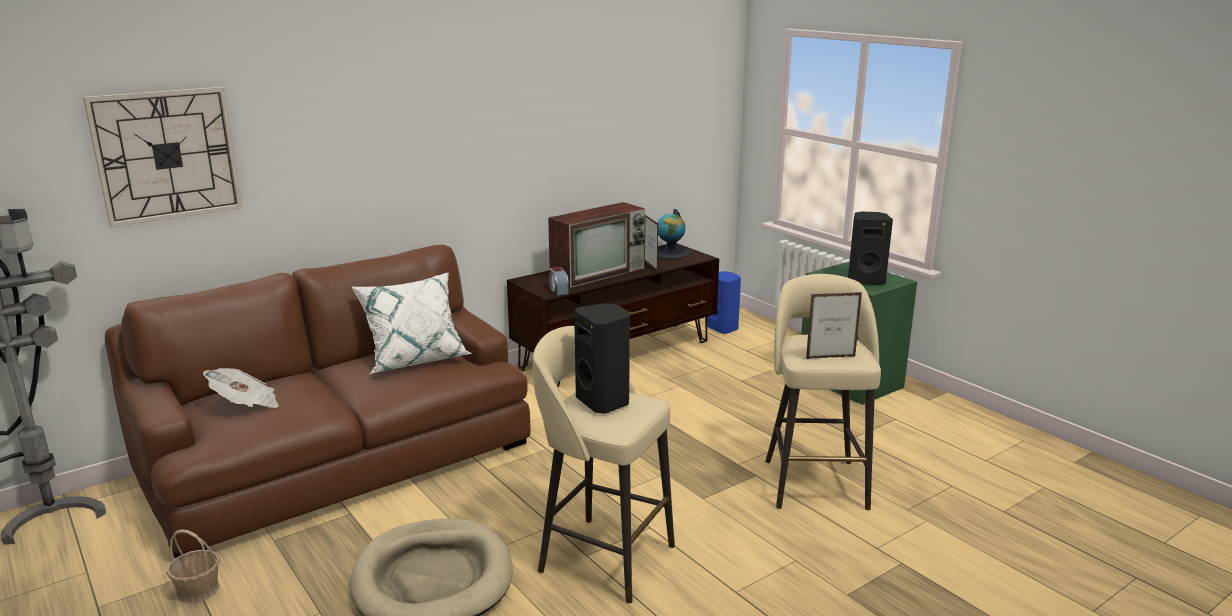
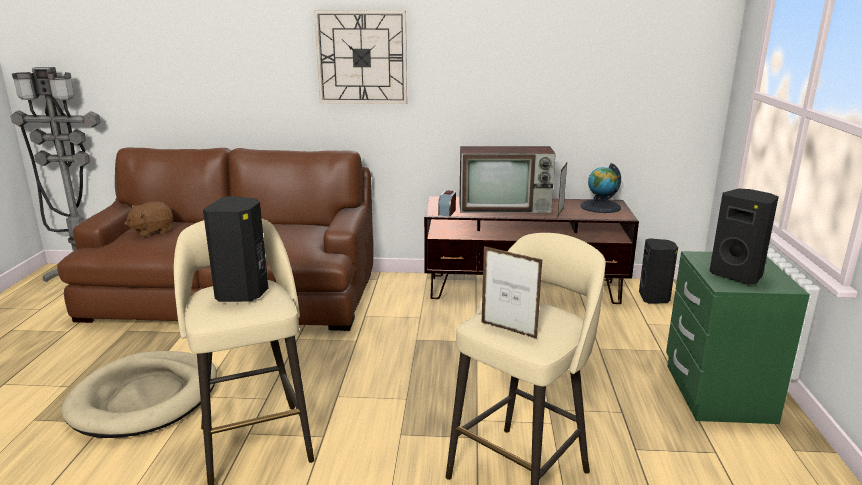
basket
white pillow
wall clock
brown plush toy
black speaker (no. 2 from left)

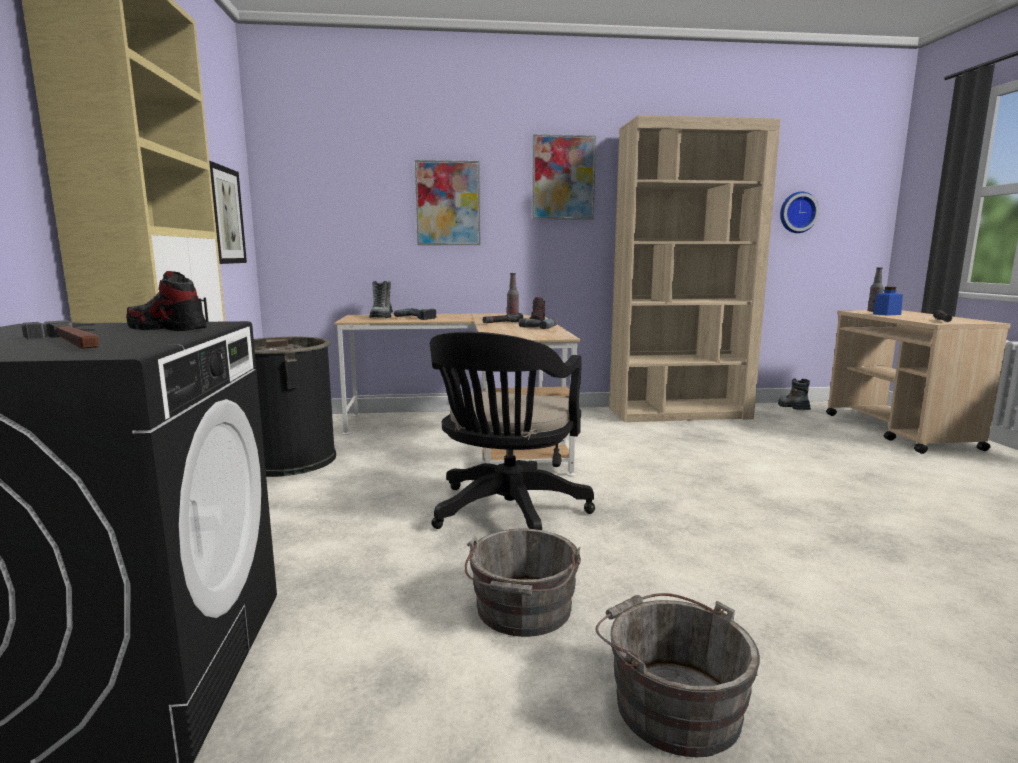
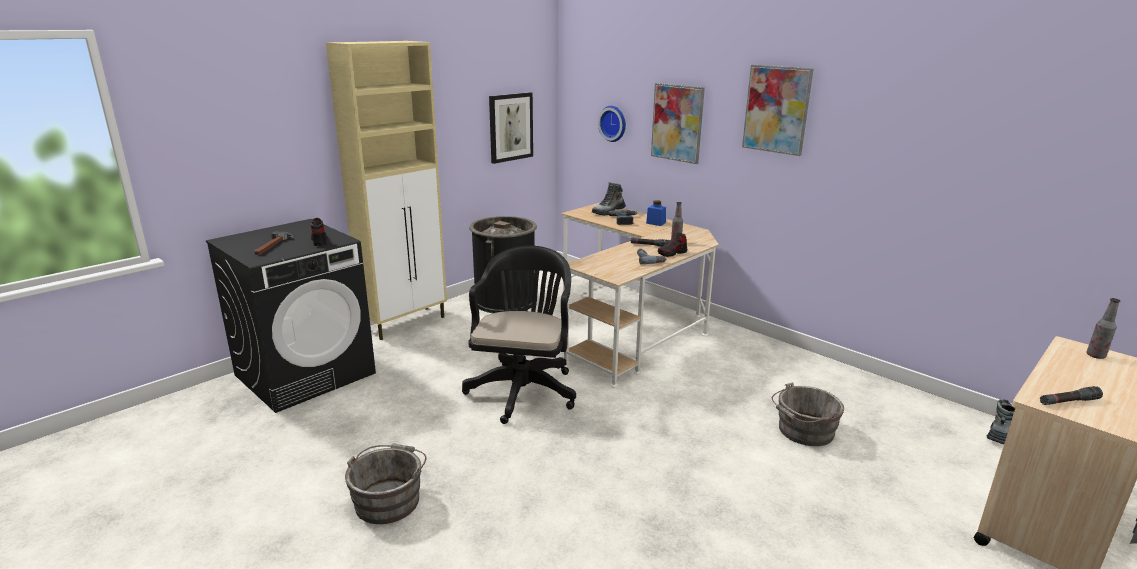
beige bookcase
grey bucket (no. 2 from left)
wall clock
blue jar
black office chair

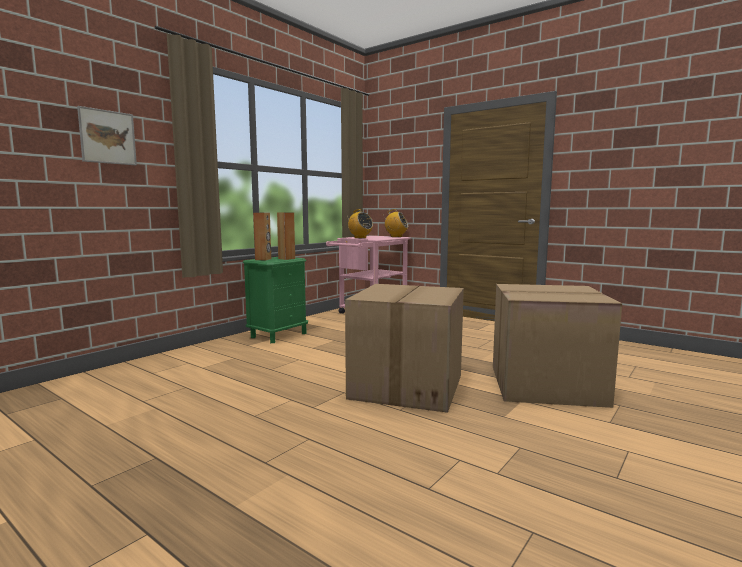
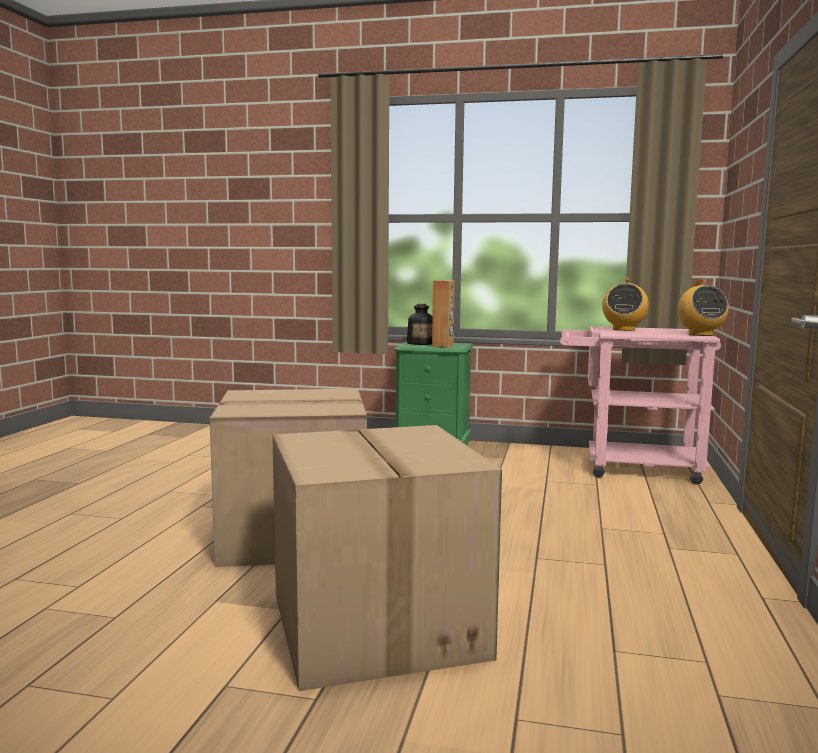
picture
bottle

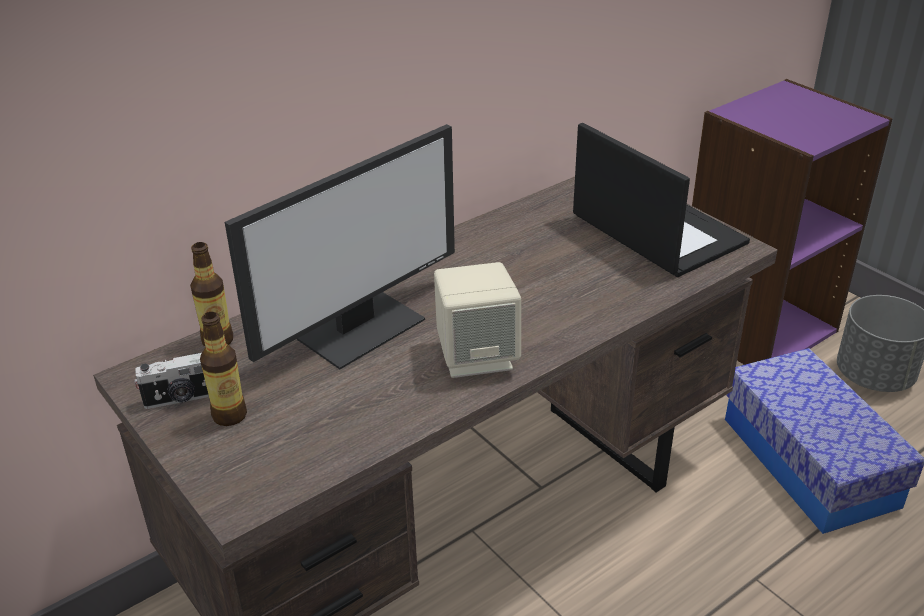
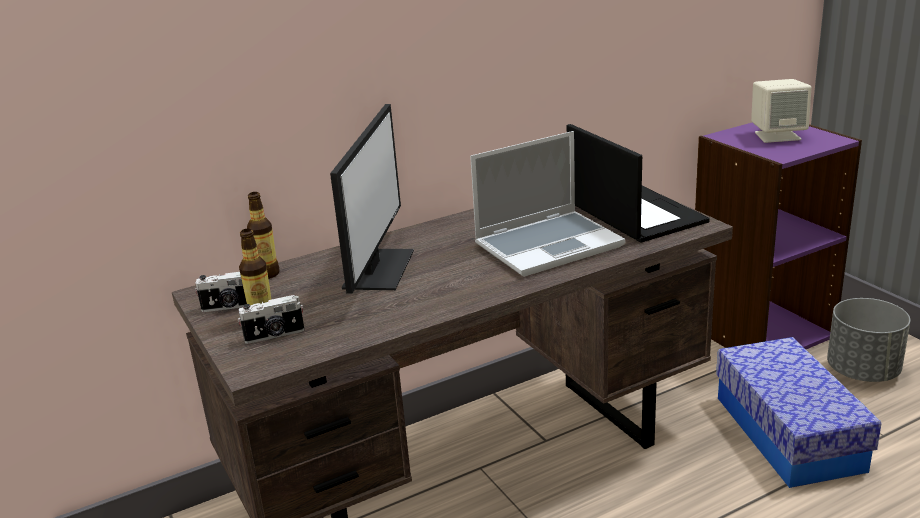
photo camera (no. 2 from left)
laptop (no. 1 from left)
beige speaker
monitor

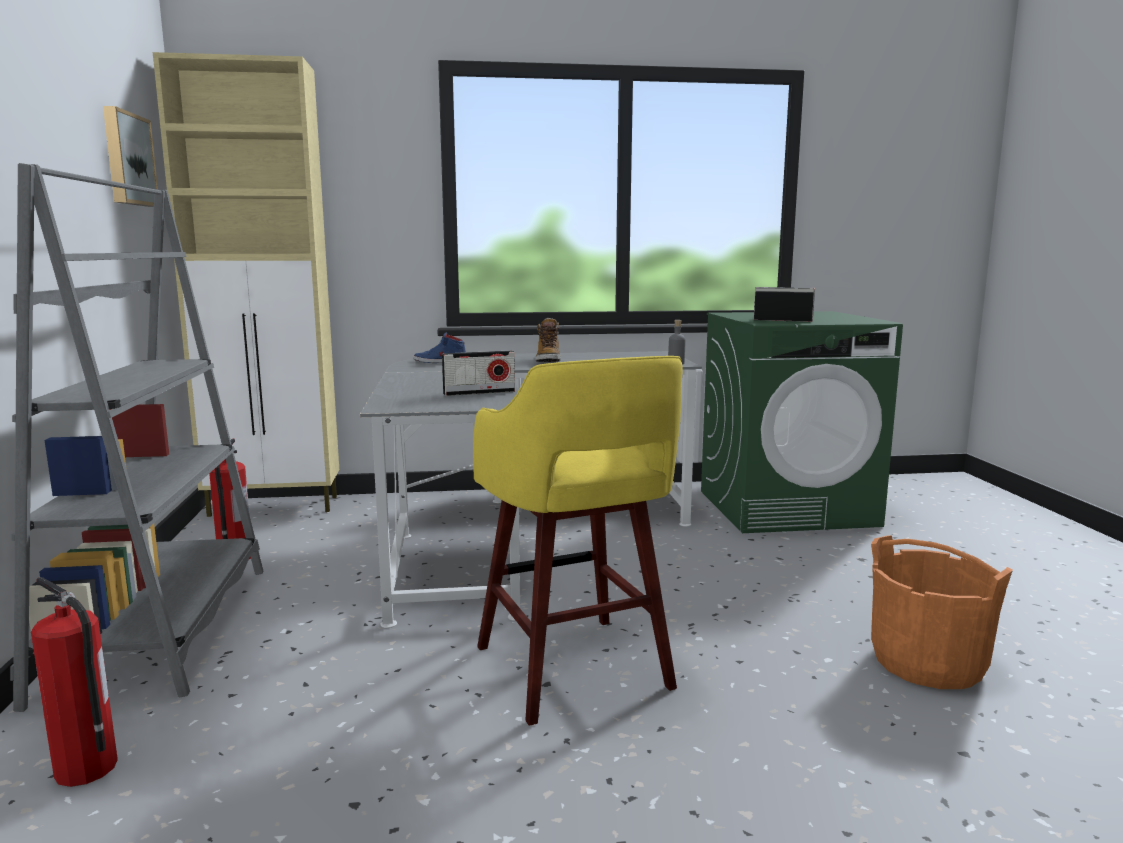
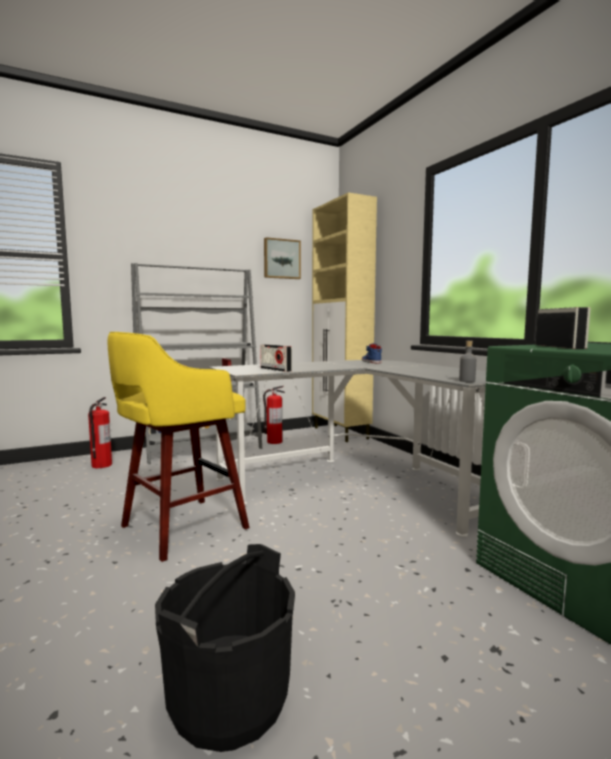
boot
black bucket

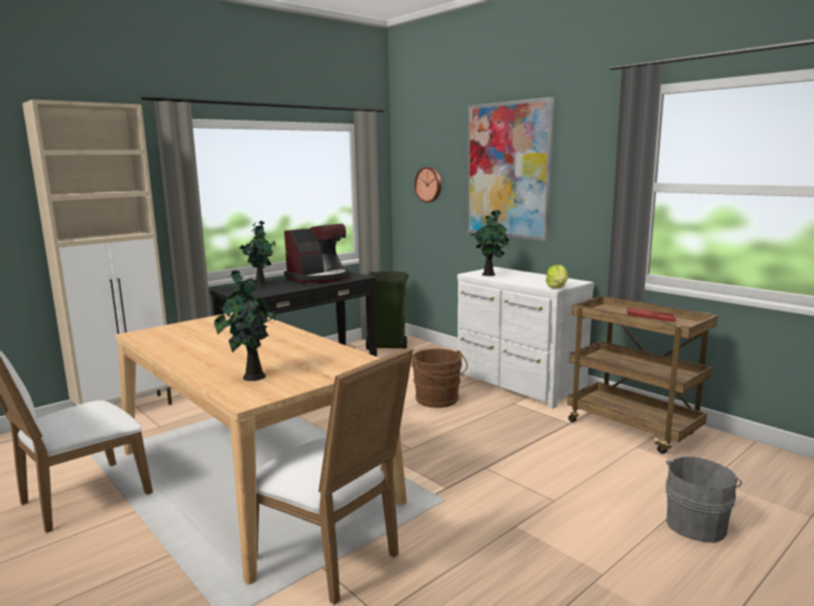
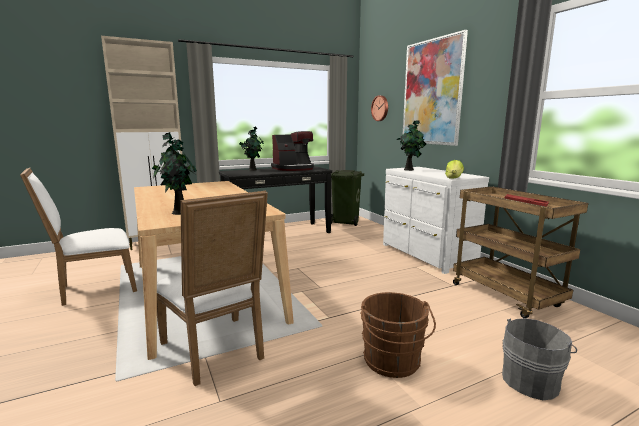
brown bucket

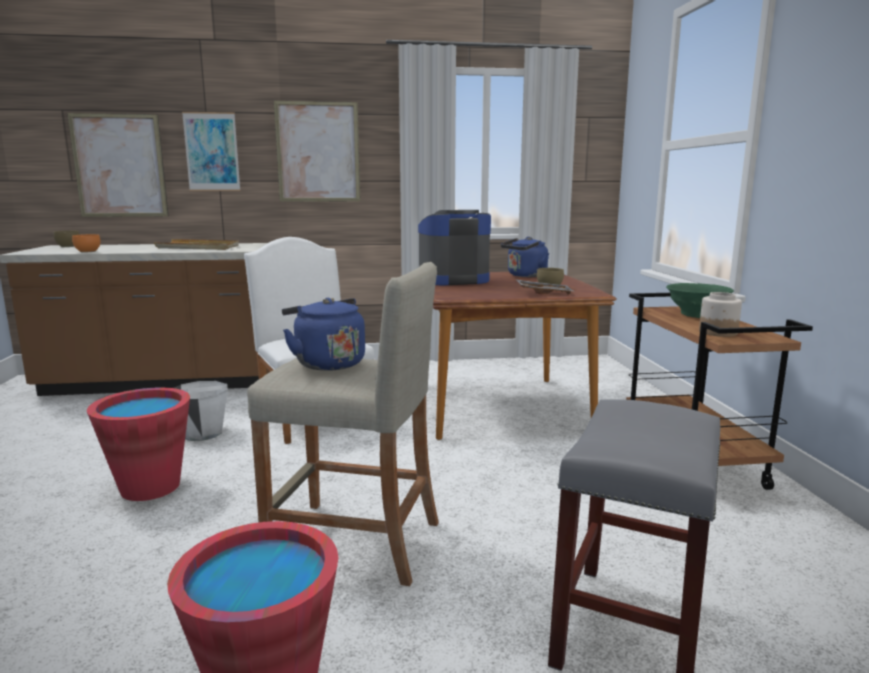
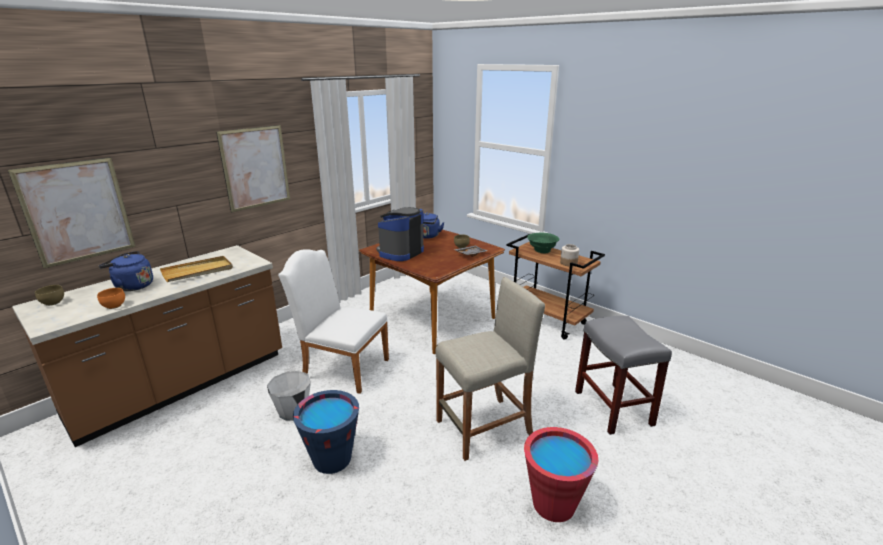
picture (no. 2 from left in the first image)
blue kettle (no. 1 from left)
blue bucket

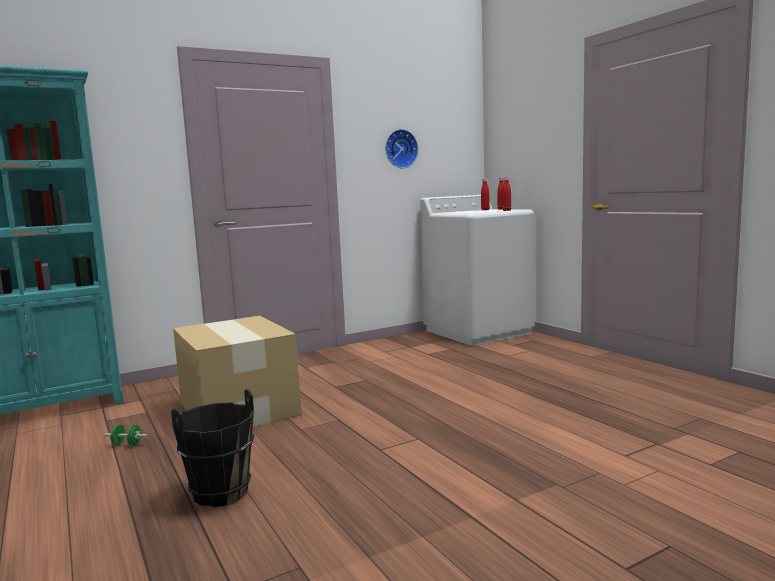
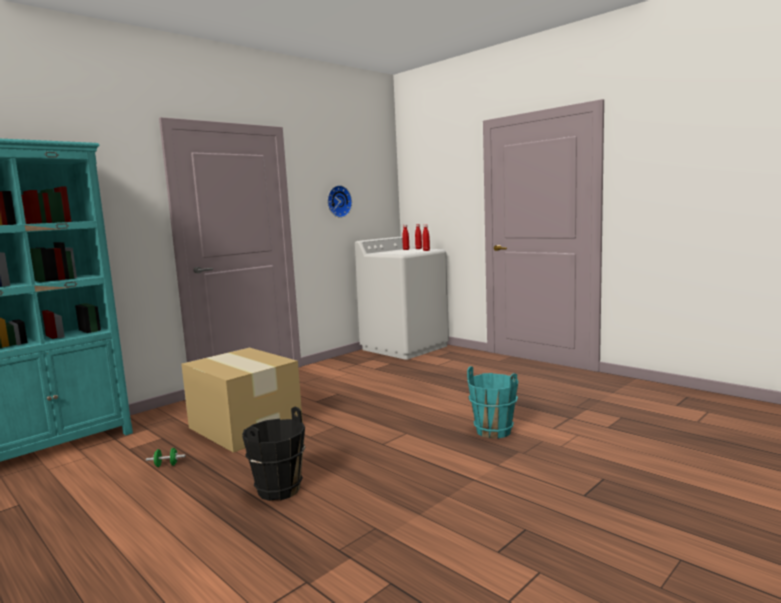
turquoise bucket

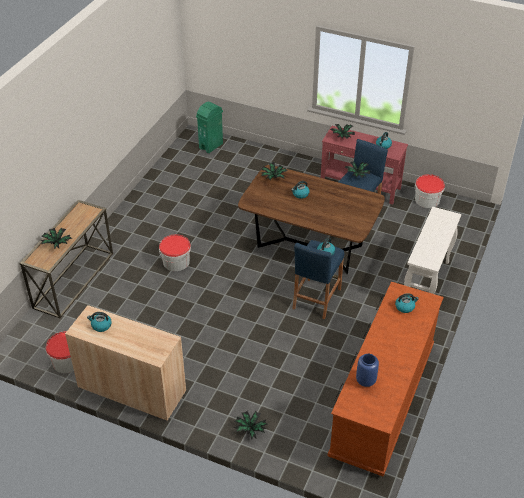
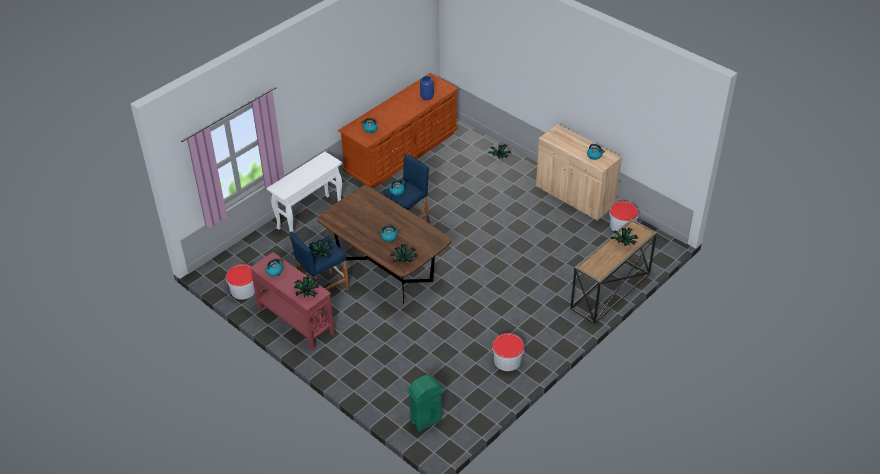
bucket (no. 2 from left)

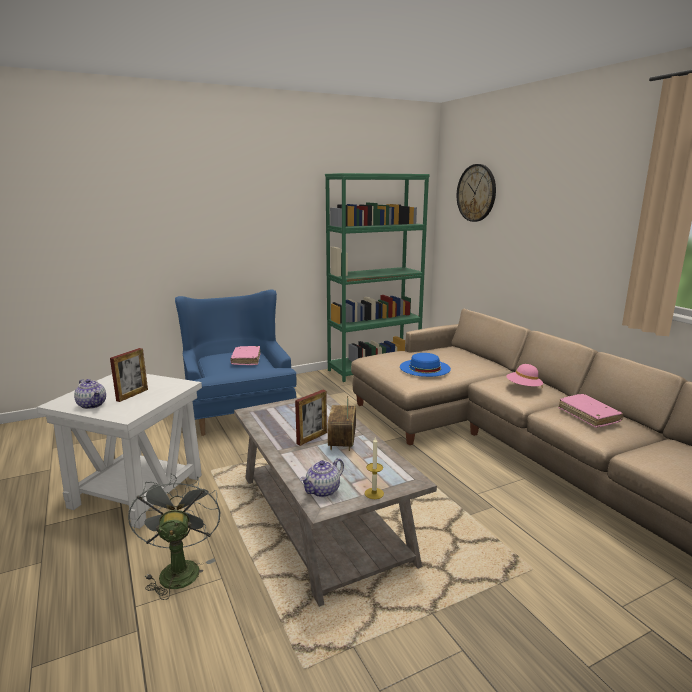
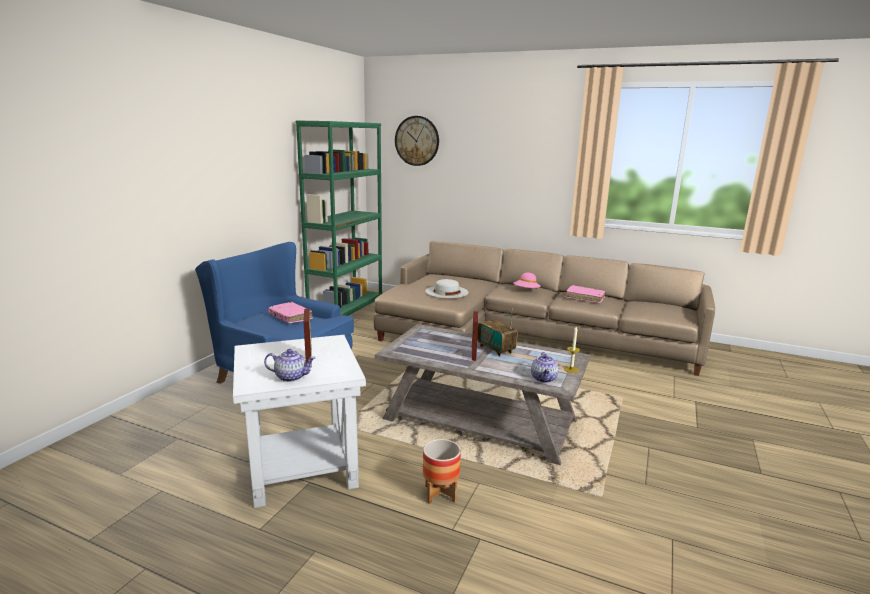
planter
white hat

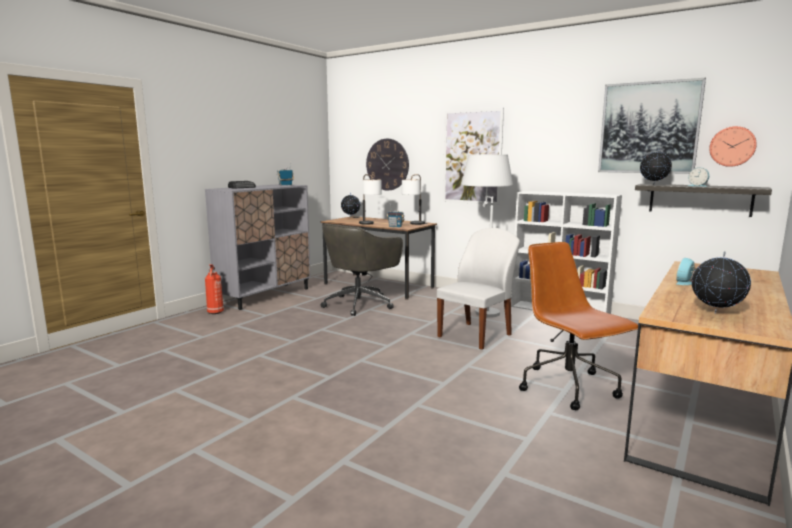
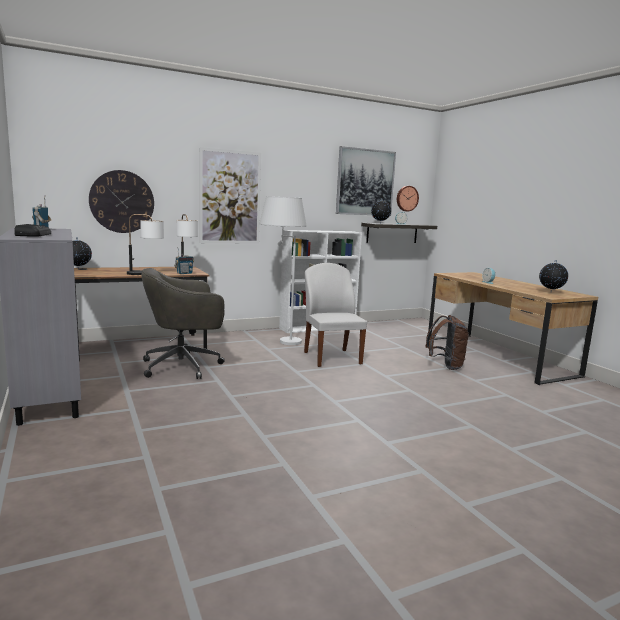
fire extinguisher
brown backpack
grey office chair

